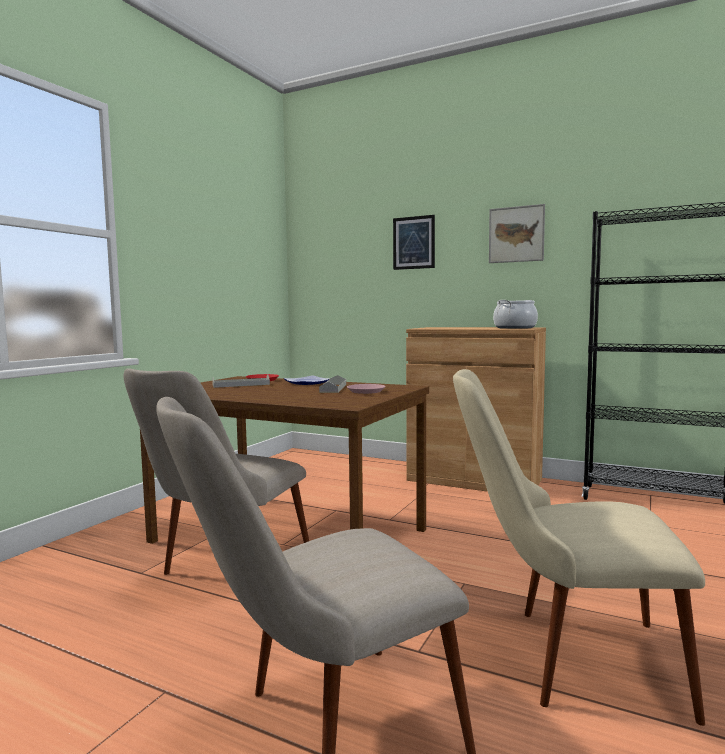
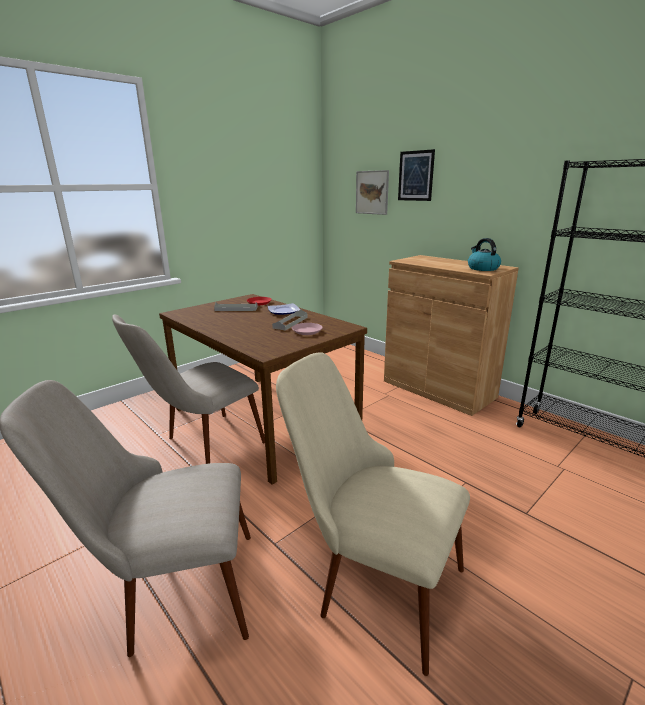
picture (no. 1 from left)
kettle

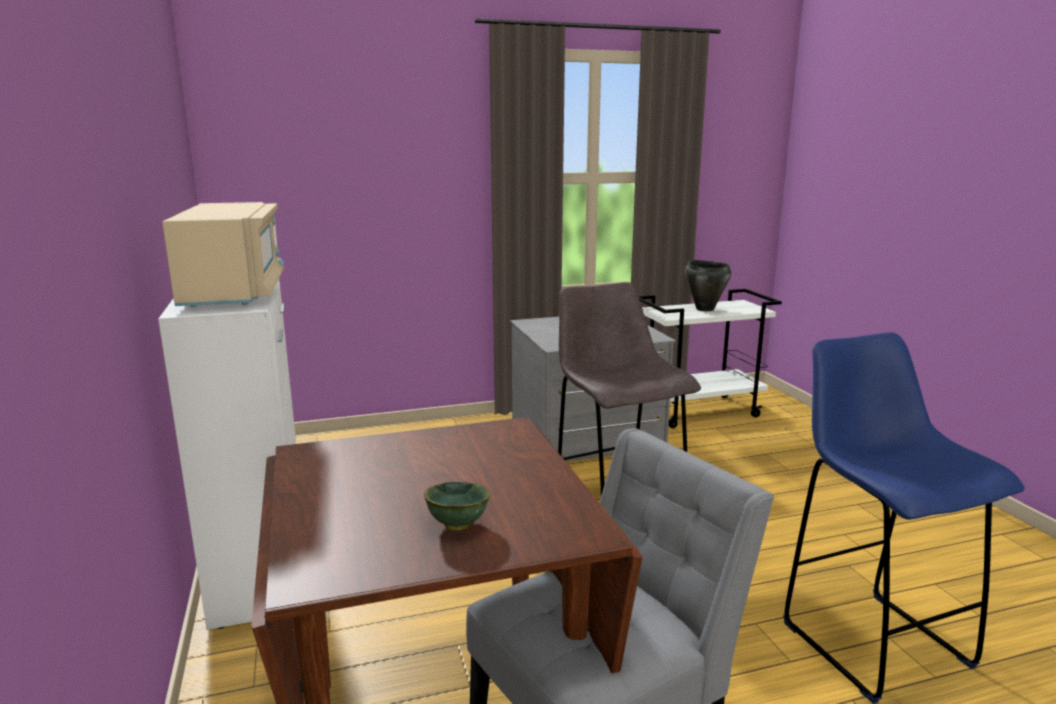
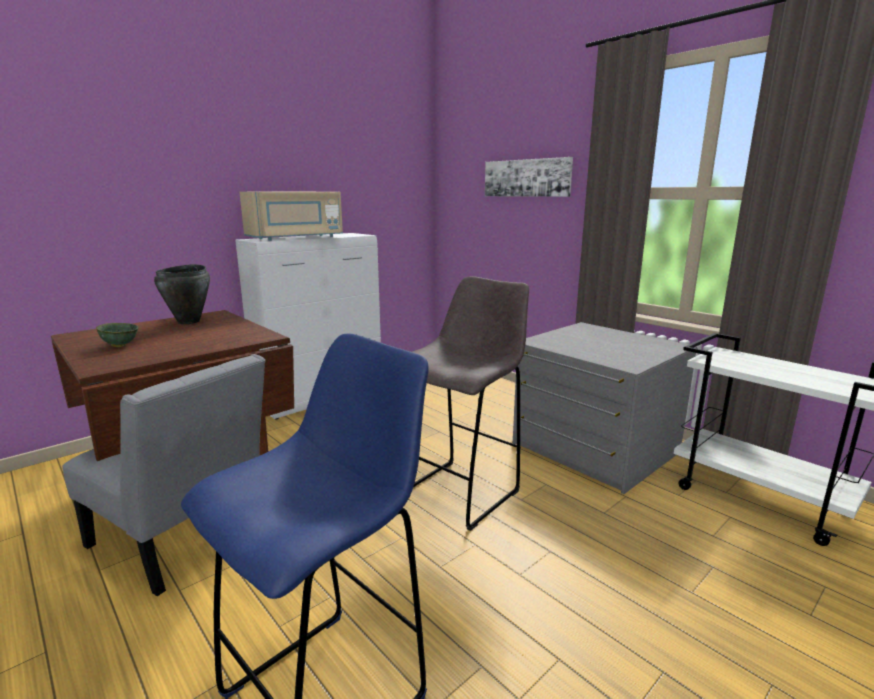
picture
black cooking pot

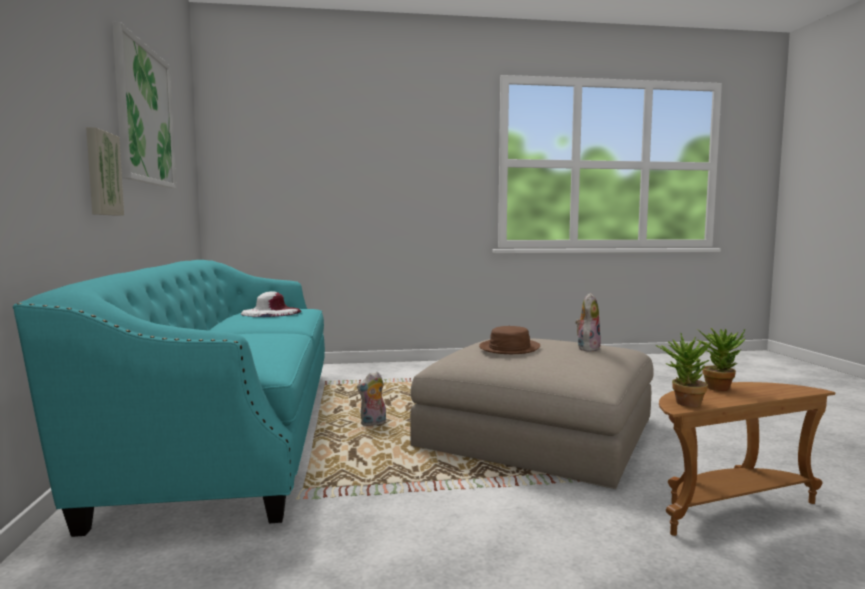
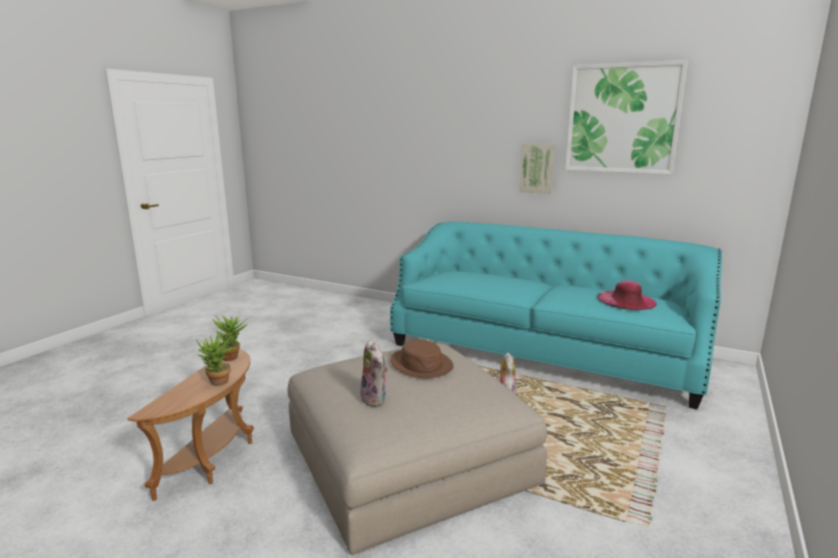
pink hat

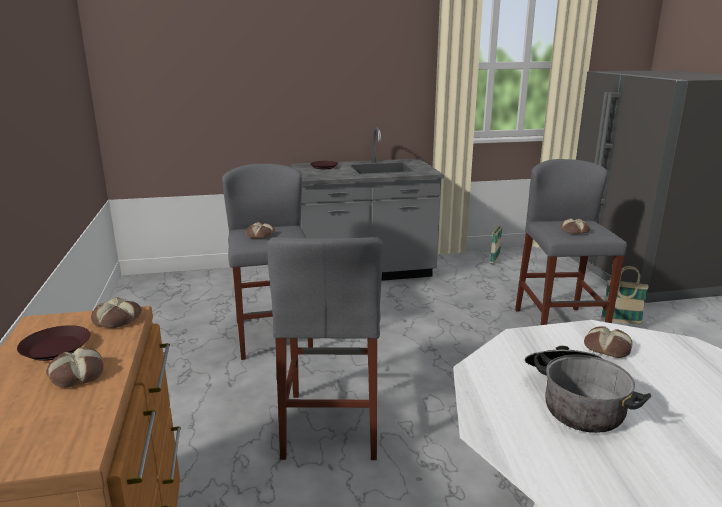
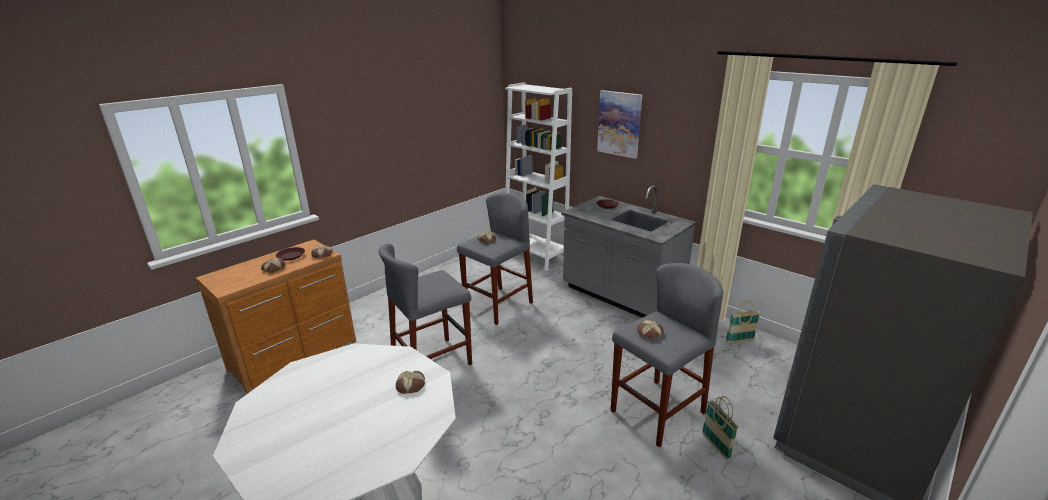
cooking pot
white bookcase
picture

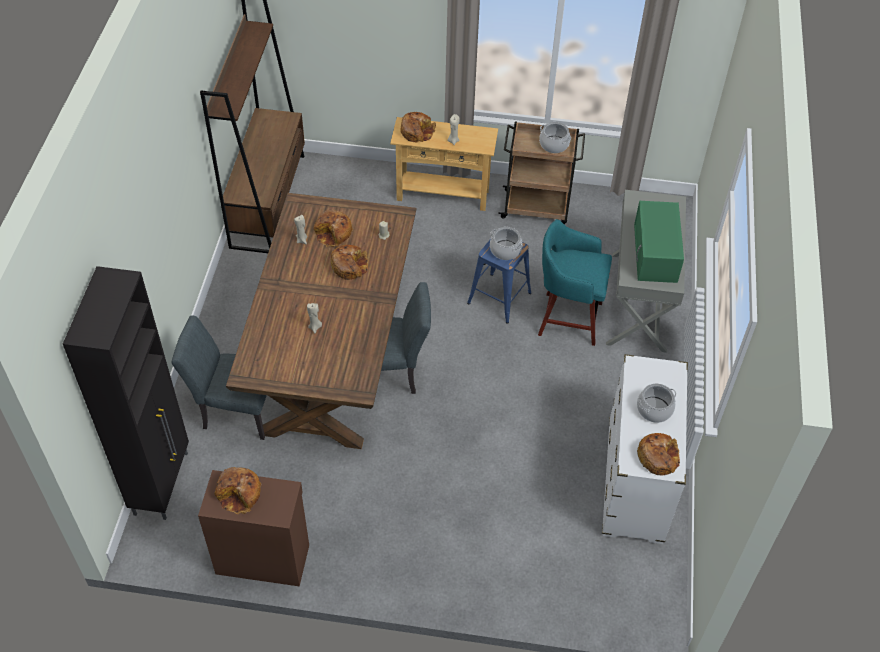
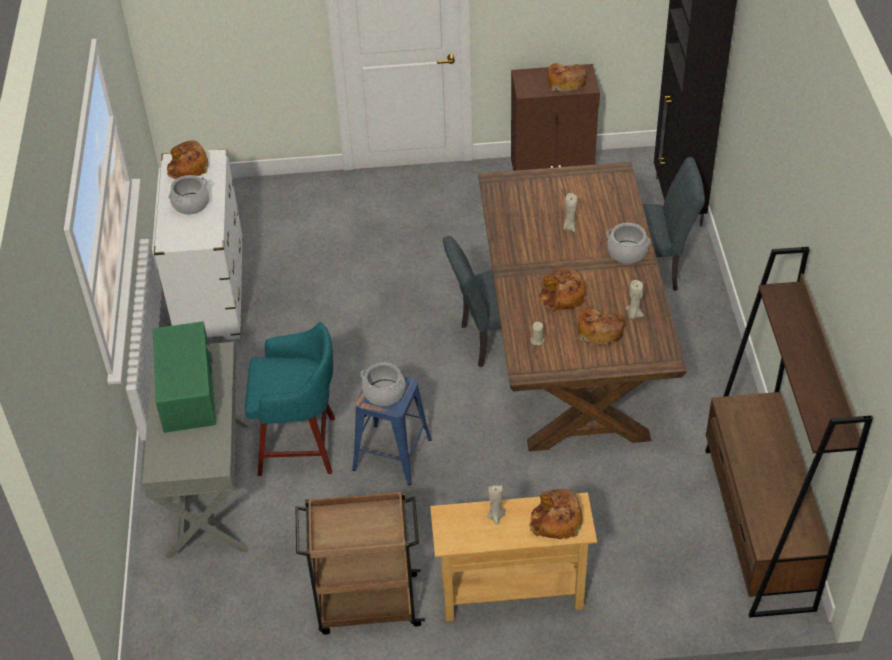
cooking pot (no. 3 from left)

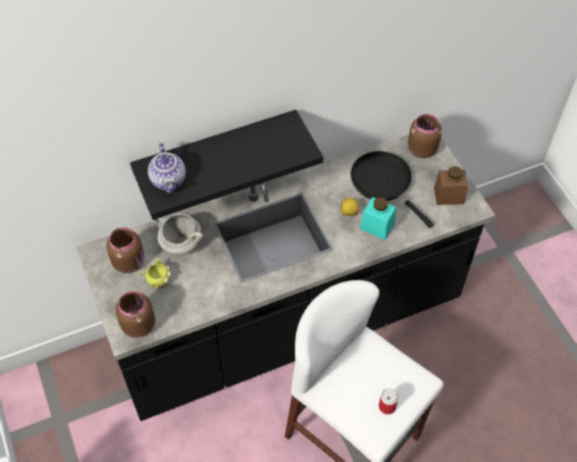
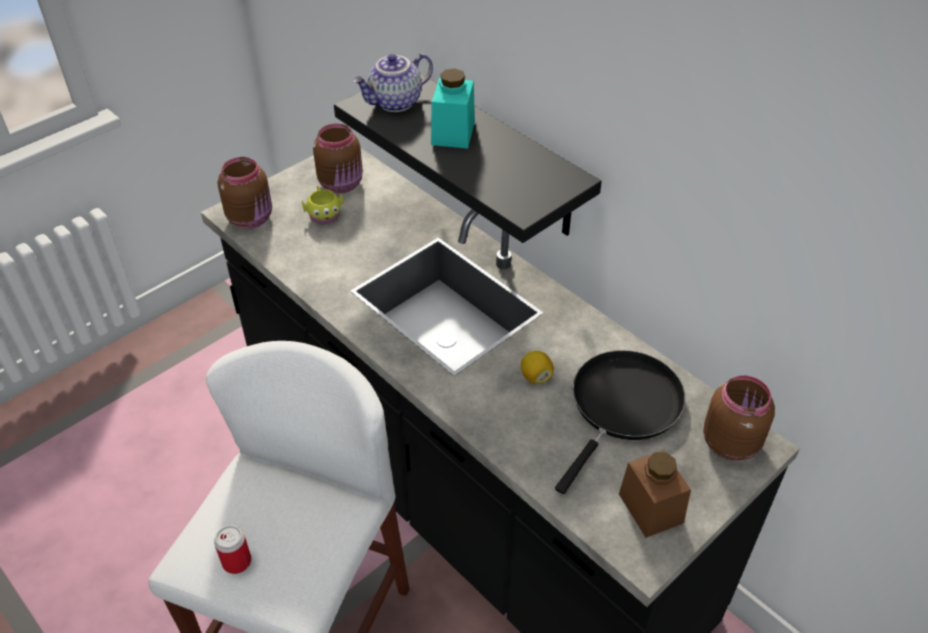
white cooking pot
turquoise jar

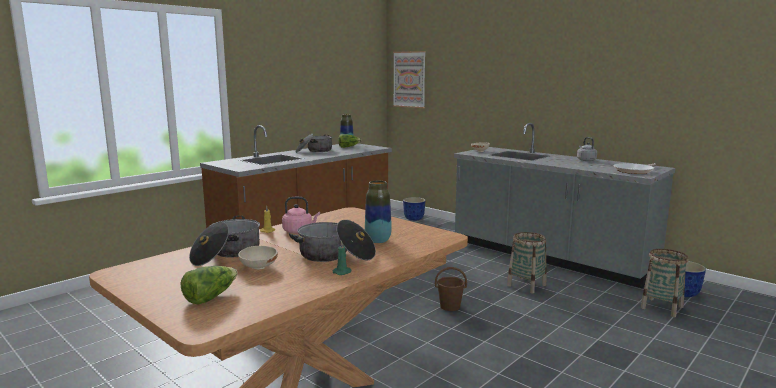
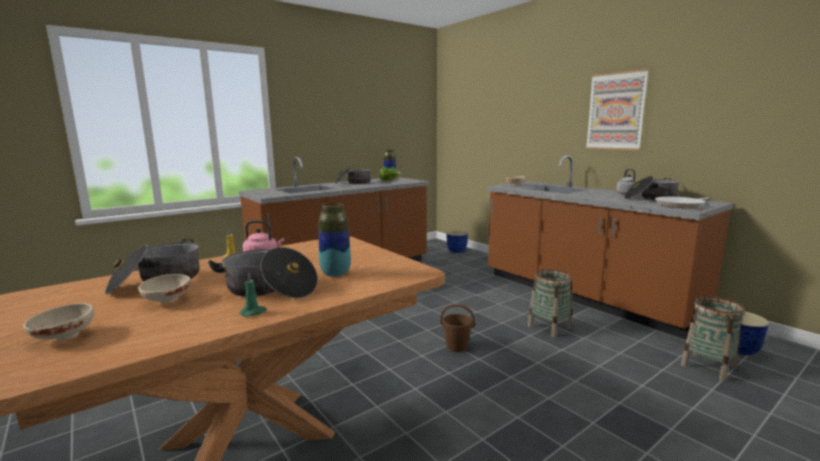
cooking pot (no. 4 from left)
picture
beige bowl (no. 1 from left)
brown counter (no. 2 from left)

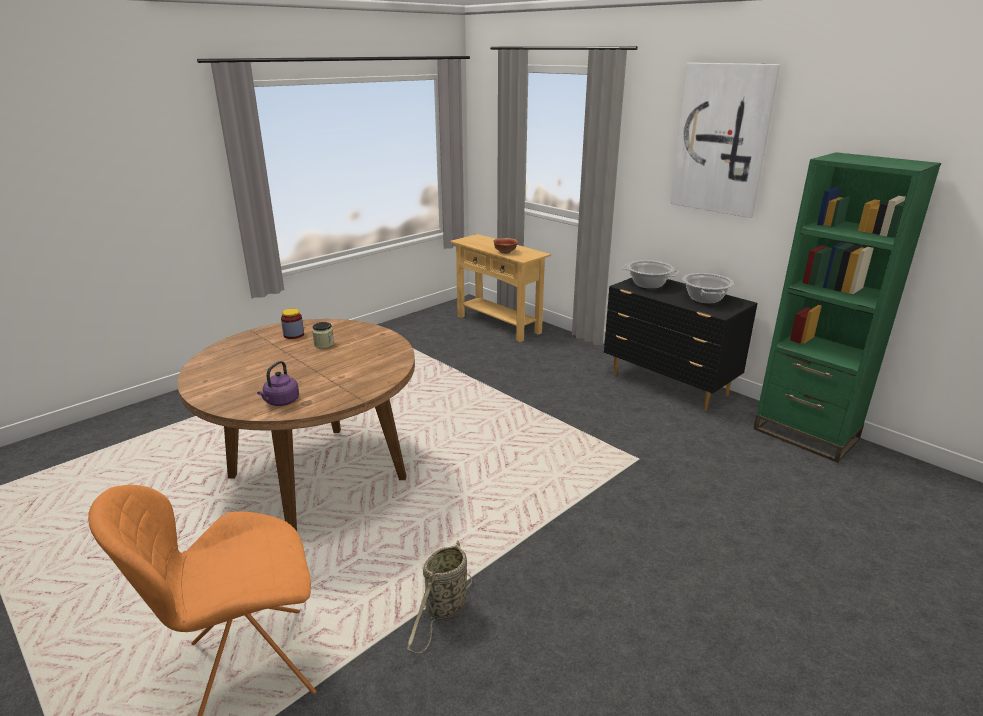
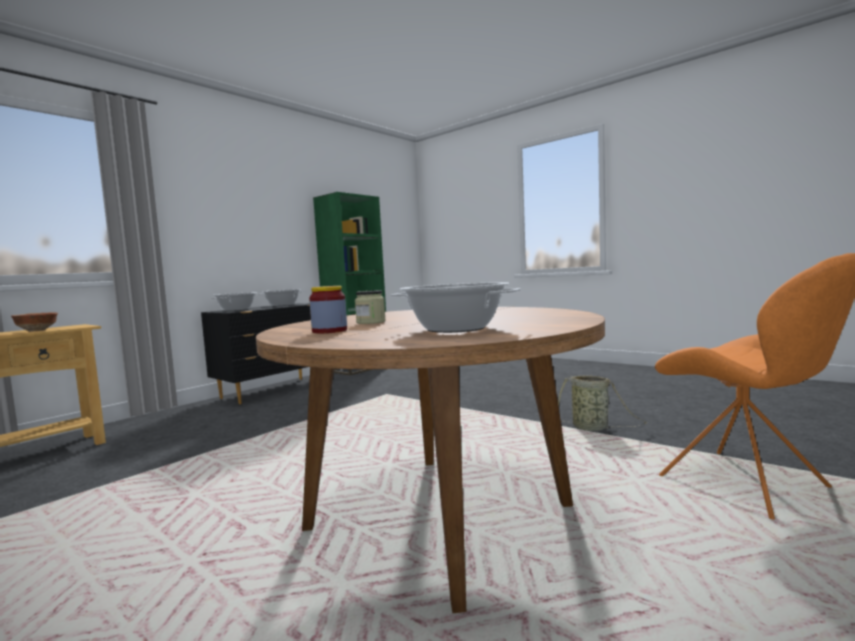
purple kettle
picture
cooking pot (no. 3 from left)

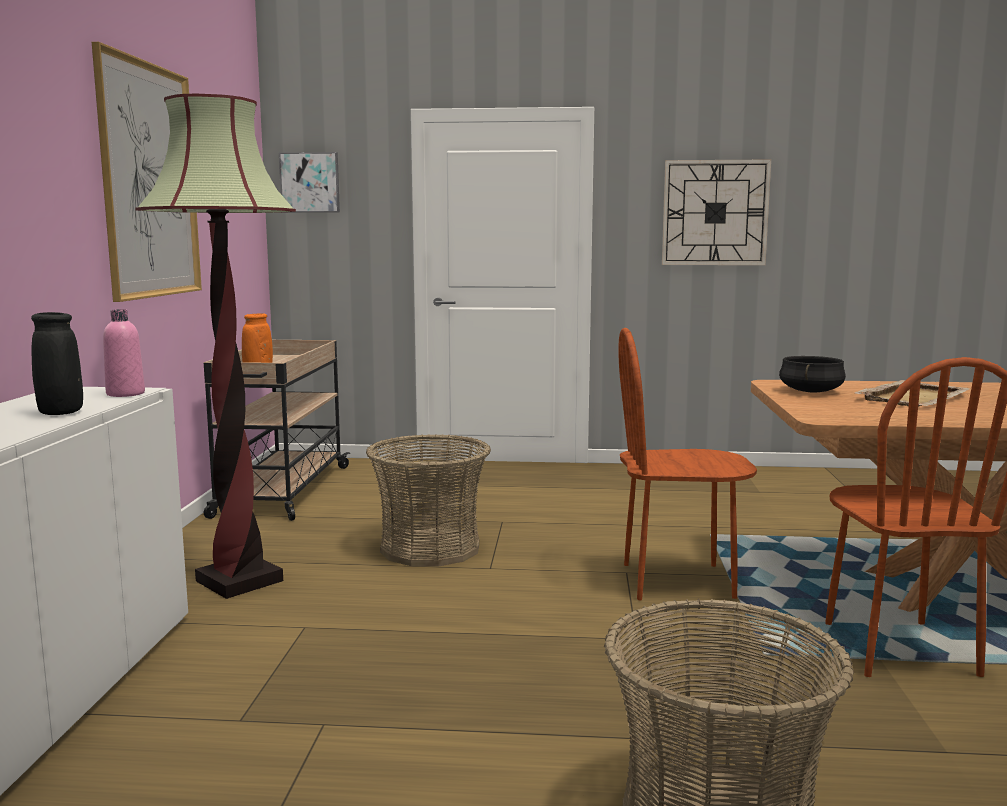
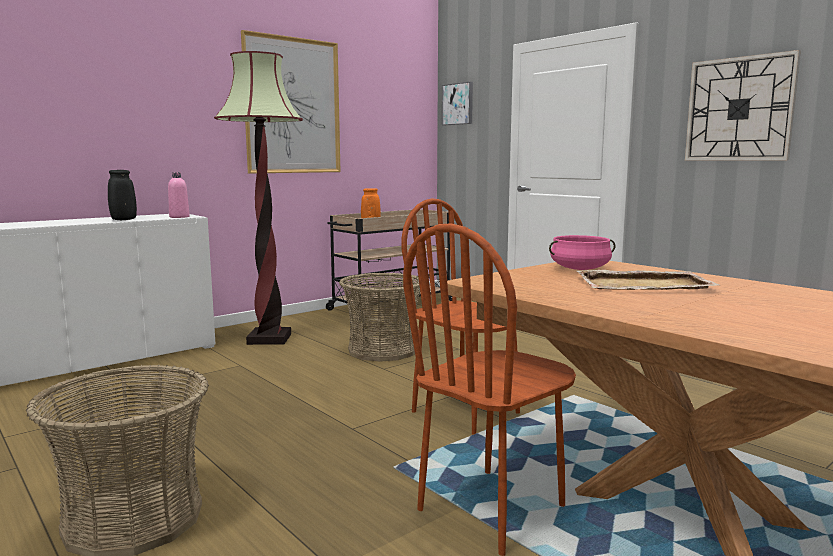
pink cooking pot

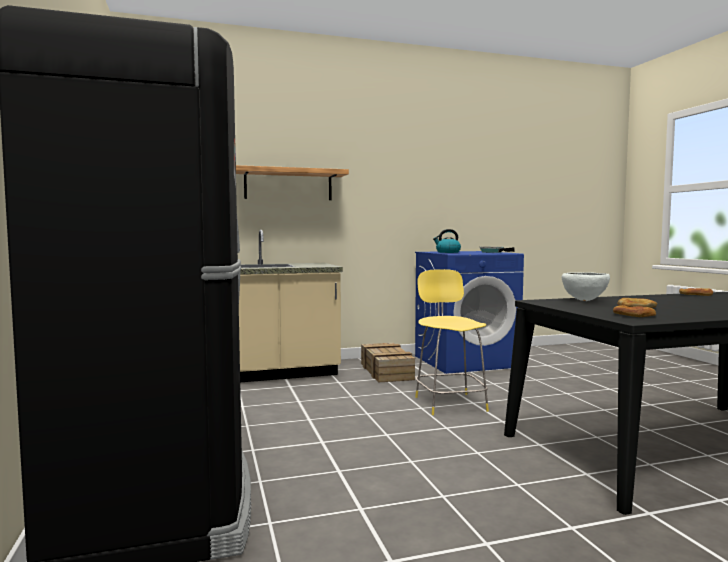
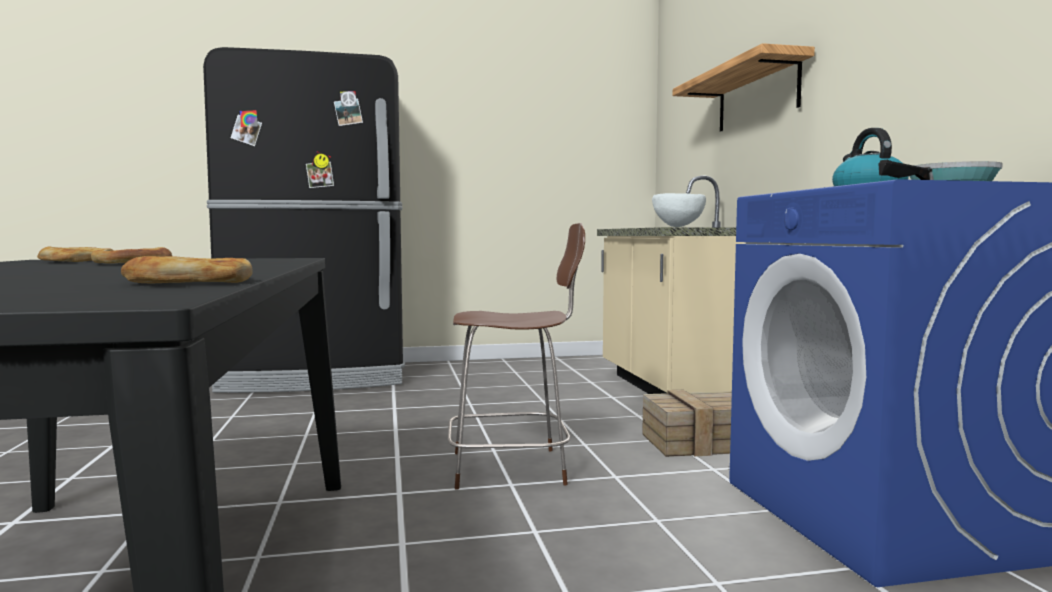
white bowl
brown stool

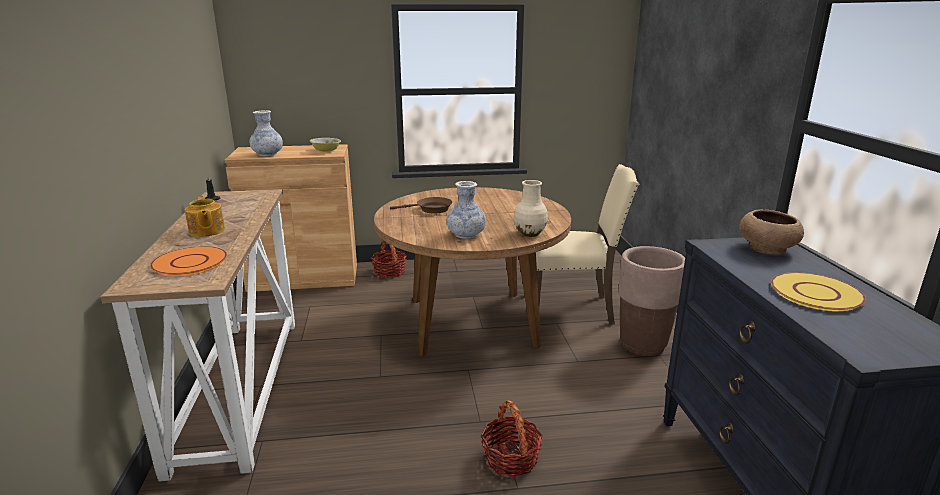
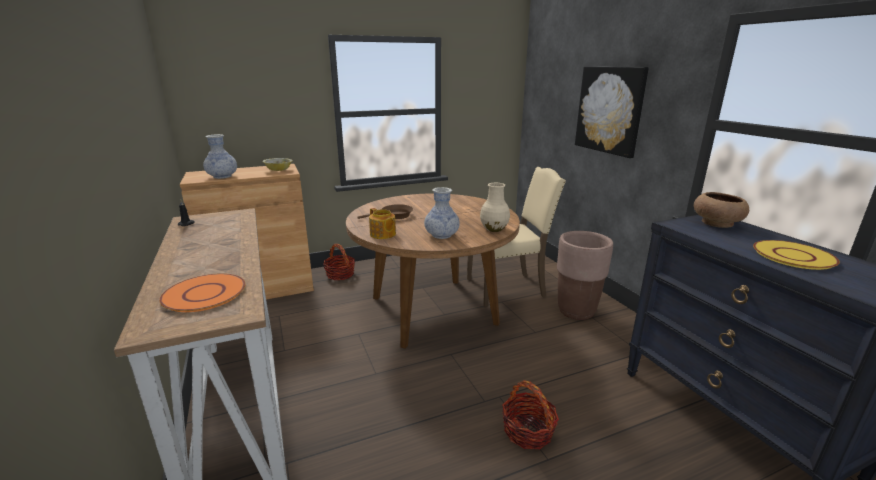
picture
teapot

